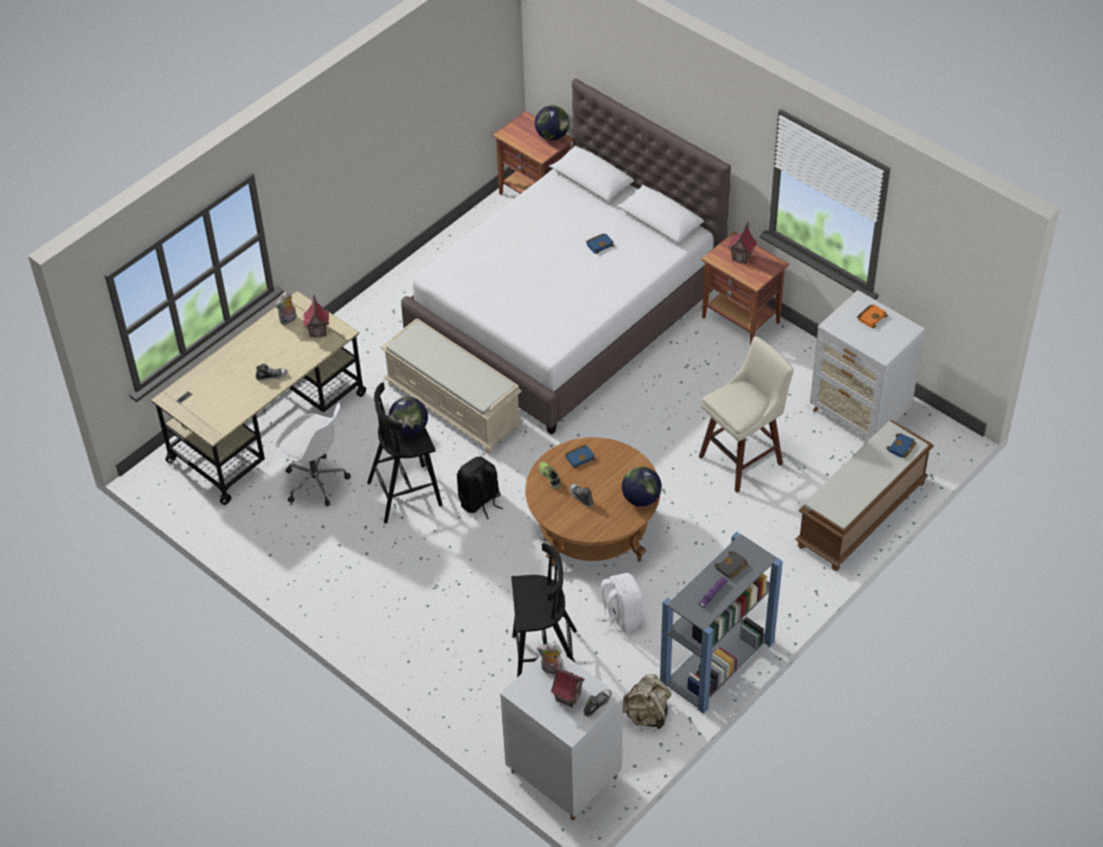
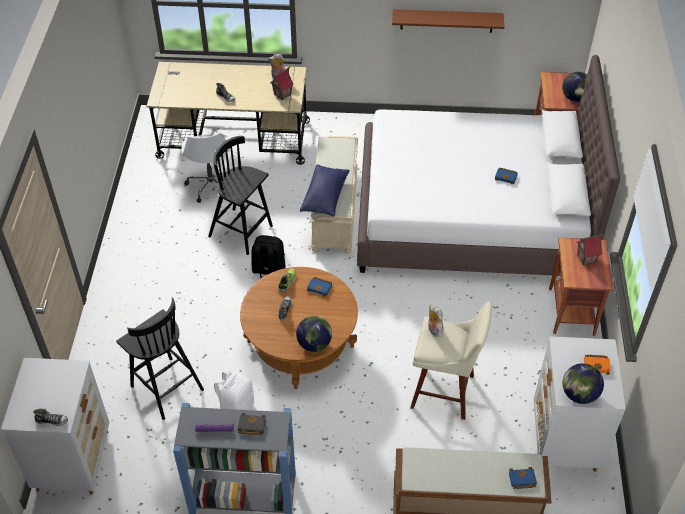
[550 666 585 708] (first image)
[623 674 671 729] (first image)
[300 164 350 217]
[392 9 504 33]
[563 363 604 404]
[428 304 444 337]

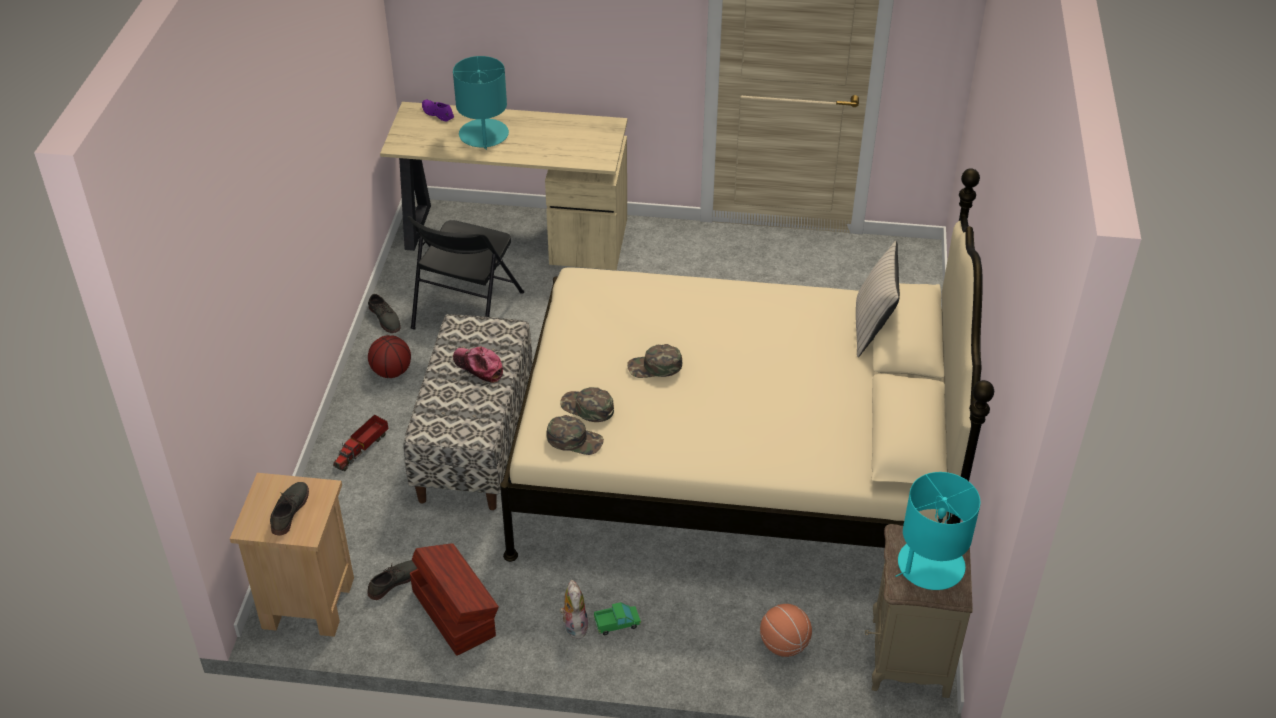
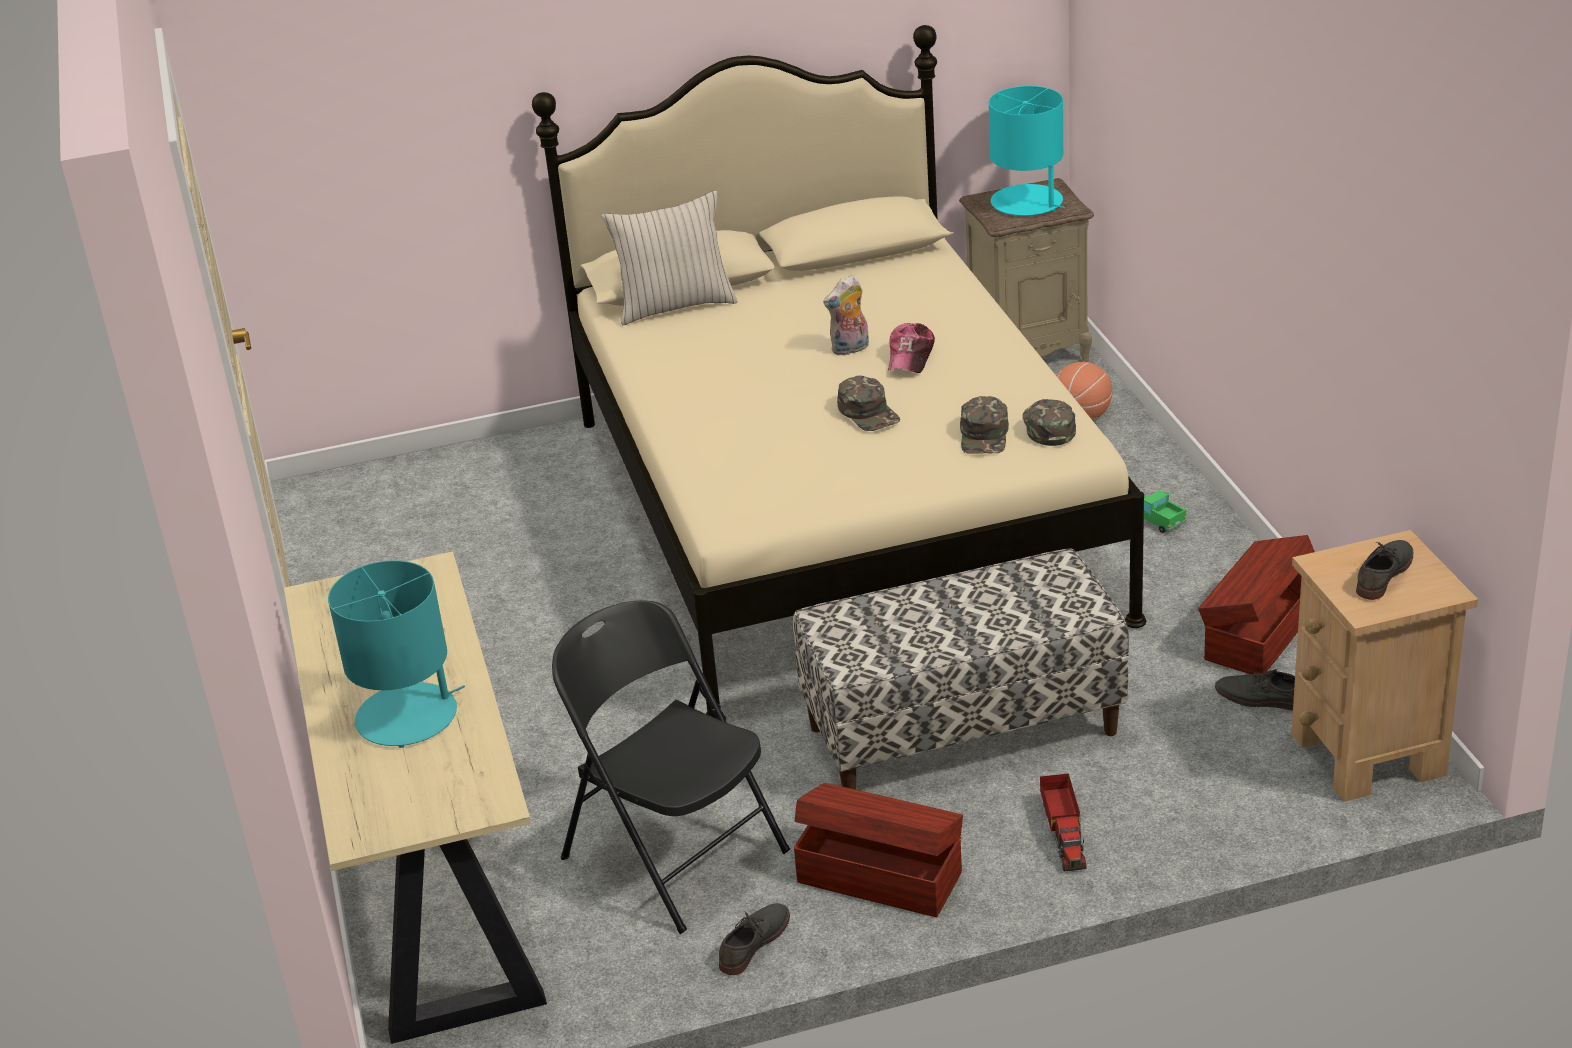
[422 100 454 122] (first image)
[888 323 935 373]
[823 275 869 355]
[793 783 963 917]
[1356 540 1413 600]
[1040 773 1086 871]
[552 601 790 935]

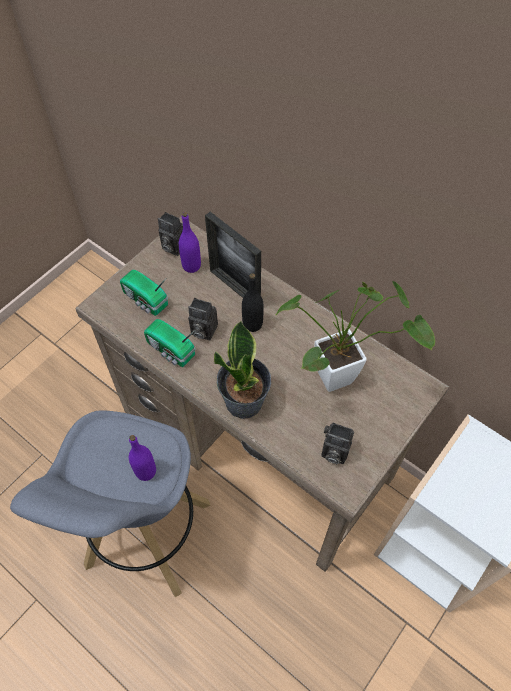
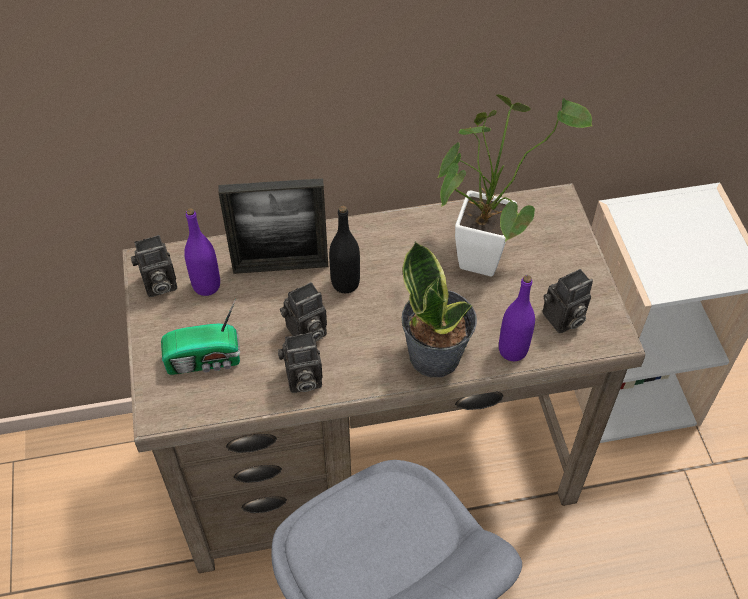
[499 275 535 361]
[278 332 323 393]

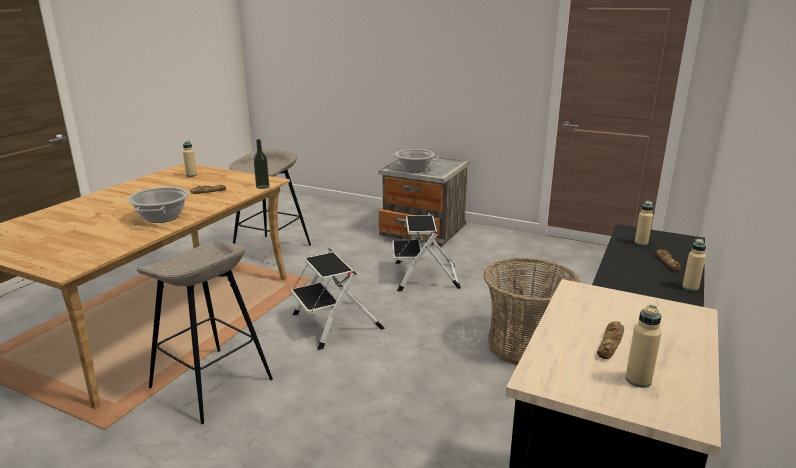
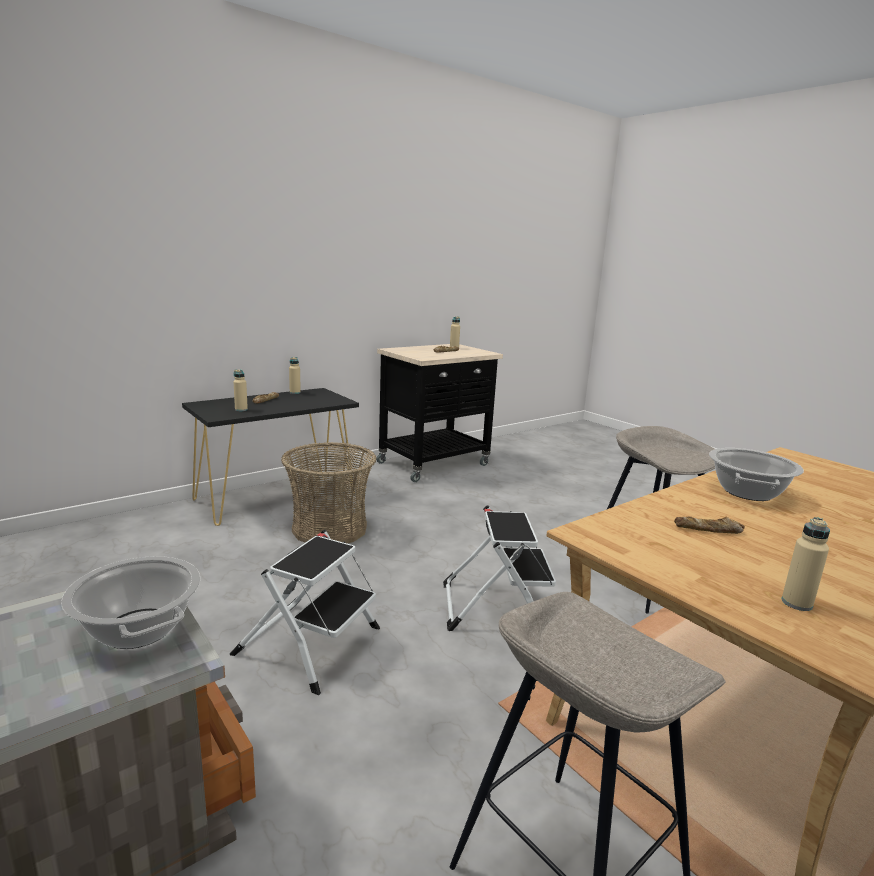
[253 139 270 189] (first image)

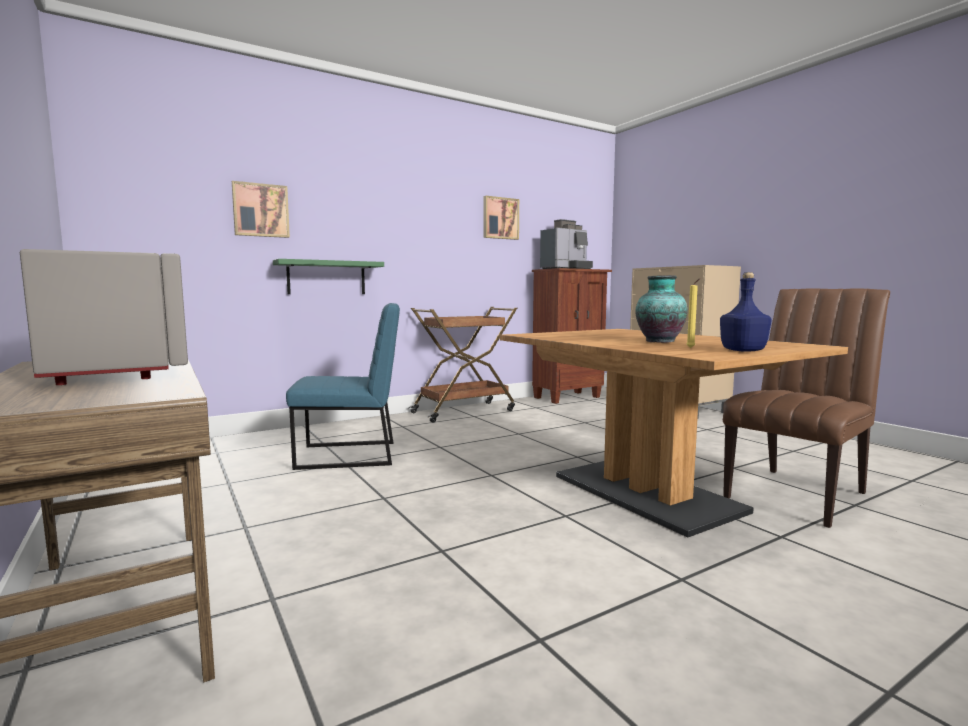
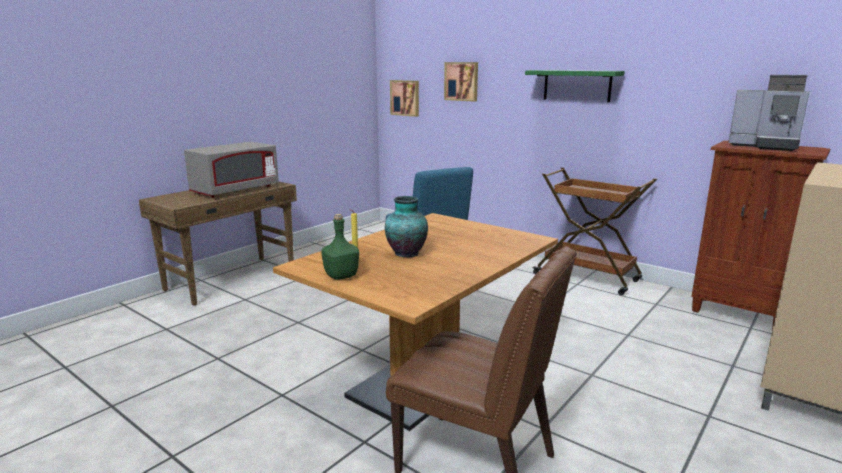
[525 70 625 102]
[390 80 419 117]
[321 214 359 279]

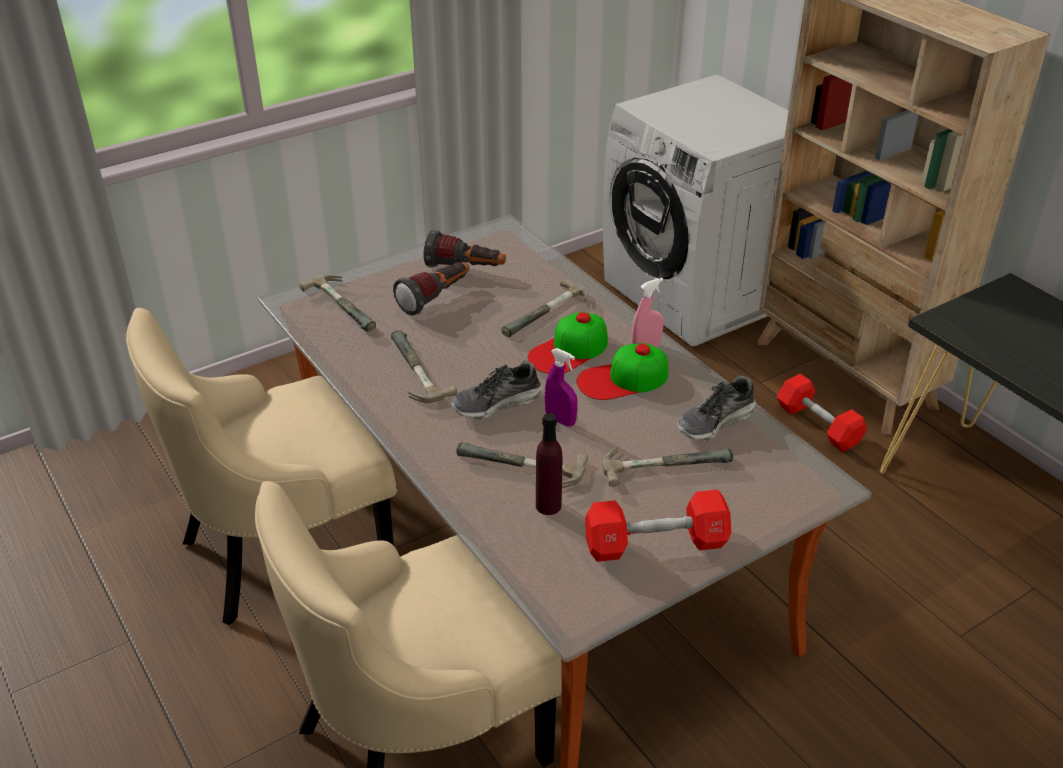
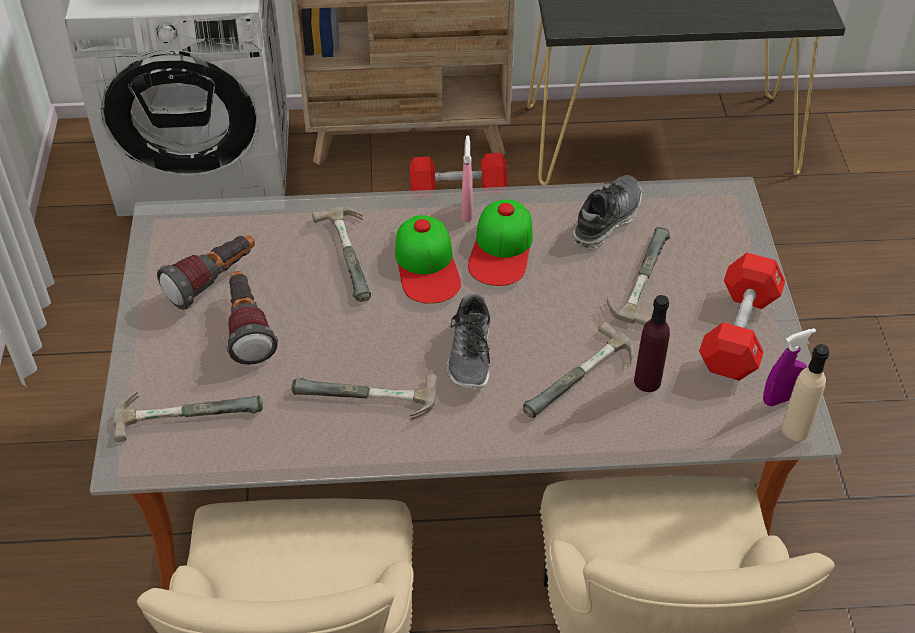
[781 344 829 441]
[763 328 816 406]
[573 175 642 249]

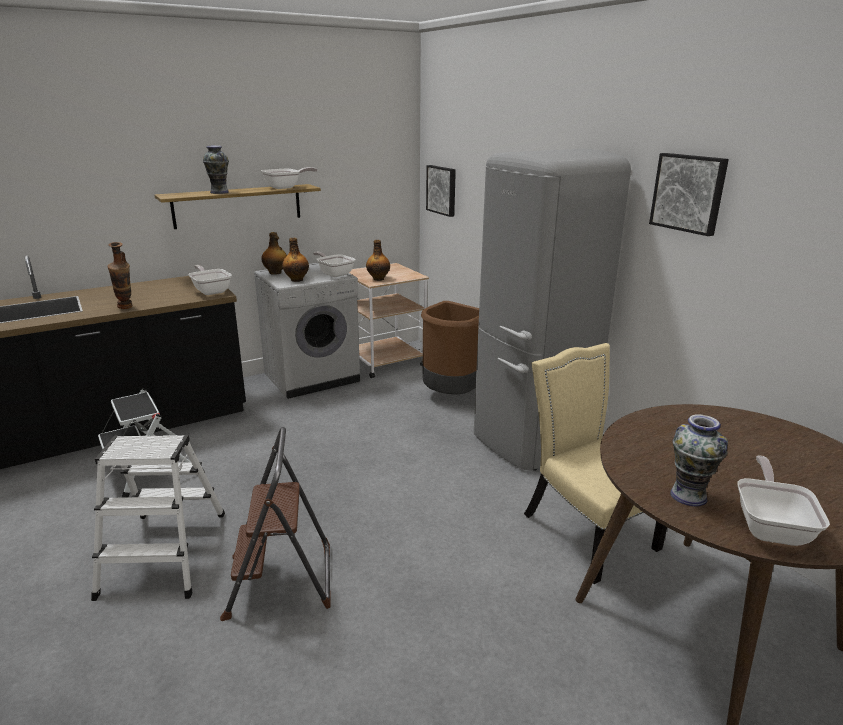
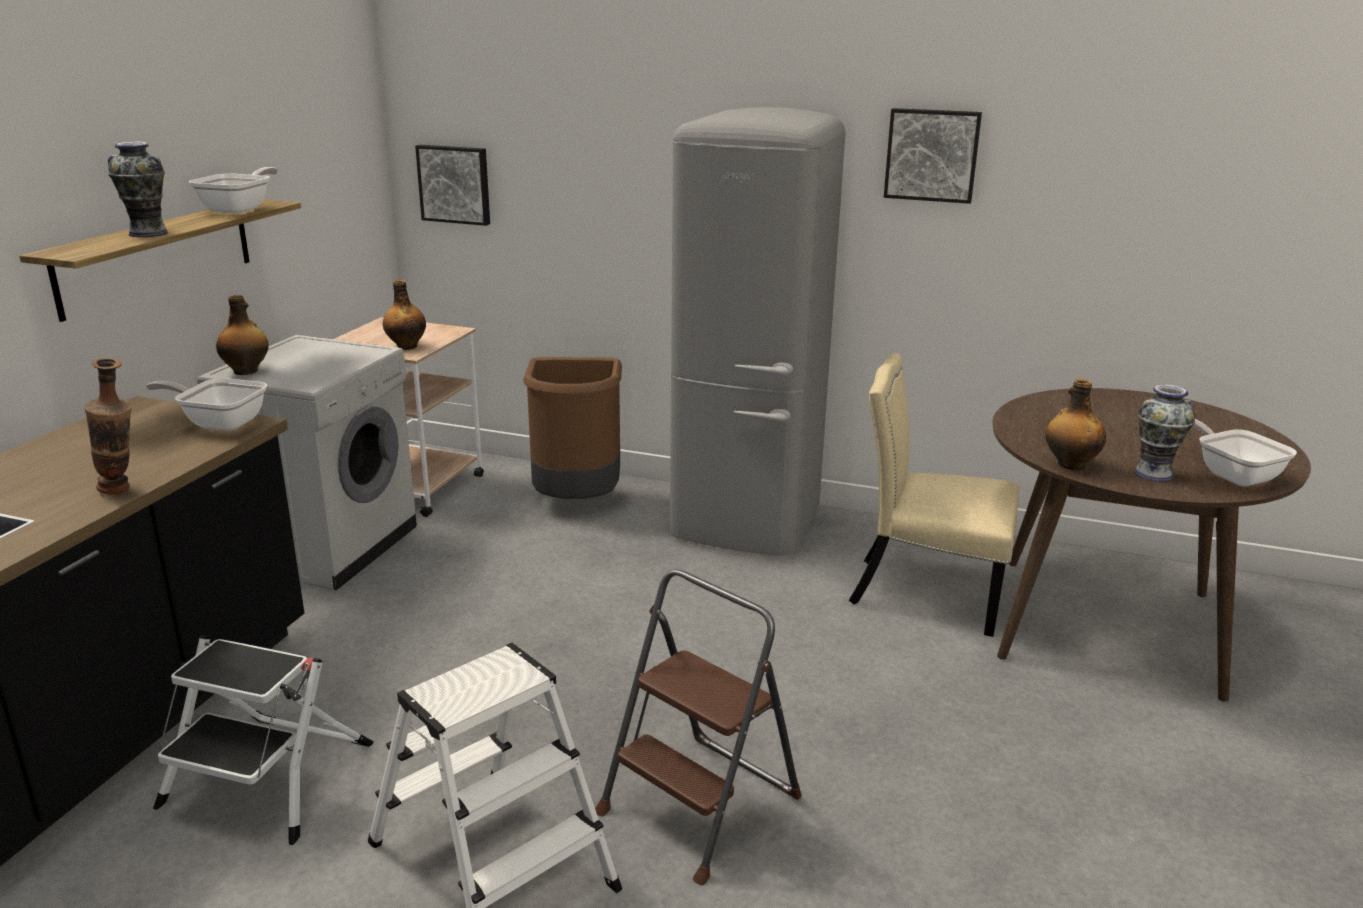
[313 252 356 277] (first image)
[1045 379 1106 470]

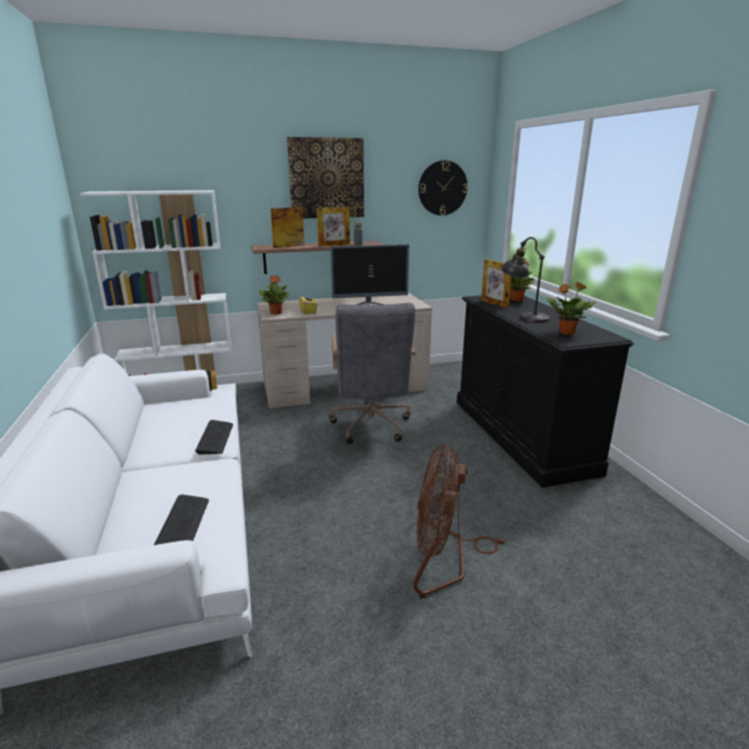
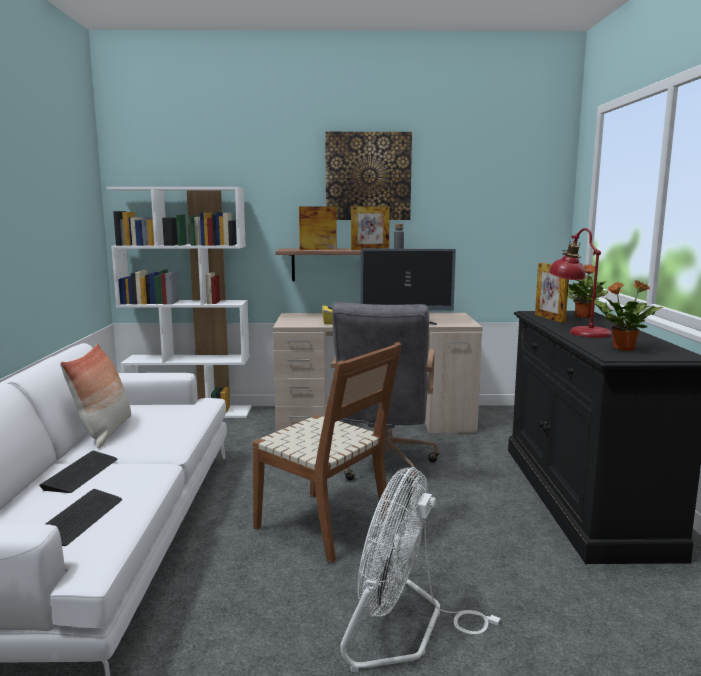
[258 275 290 314] (first image)
[418 160 468 215] (first image)
[60 344 131 448]
[253 342 402 563]
[39 451 117 493]
[340 467 502 673]
[549 228 612 338]

